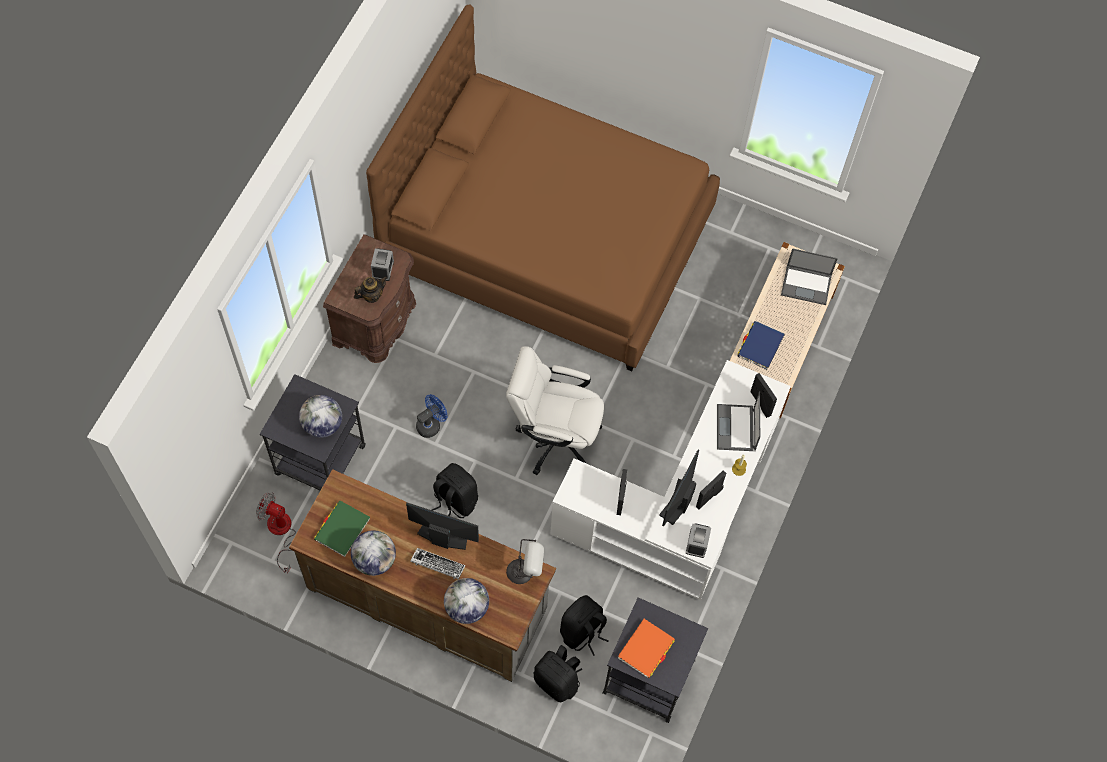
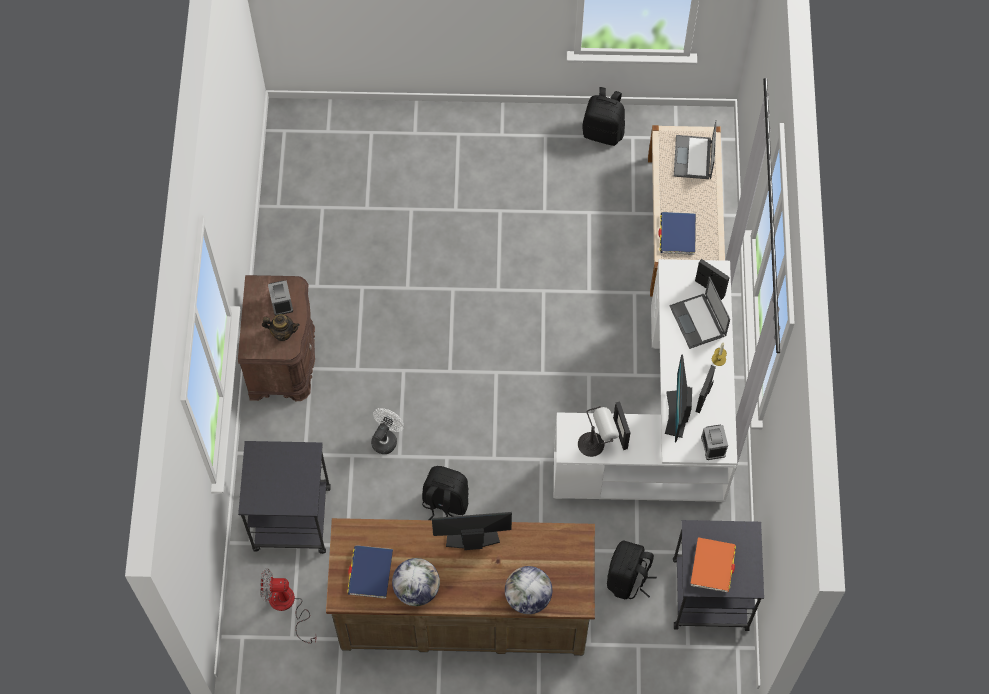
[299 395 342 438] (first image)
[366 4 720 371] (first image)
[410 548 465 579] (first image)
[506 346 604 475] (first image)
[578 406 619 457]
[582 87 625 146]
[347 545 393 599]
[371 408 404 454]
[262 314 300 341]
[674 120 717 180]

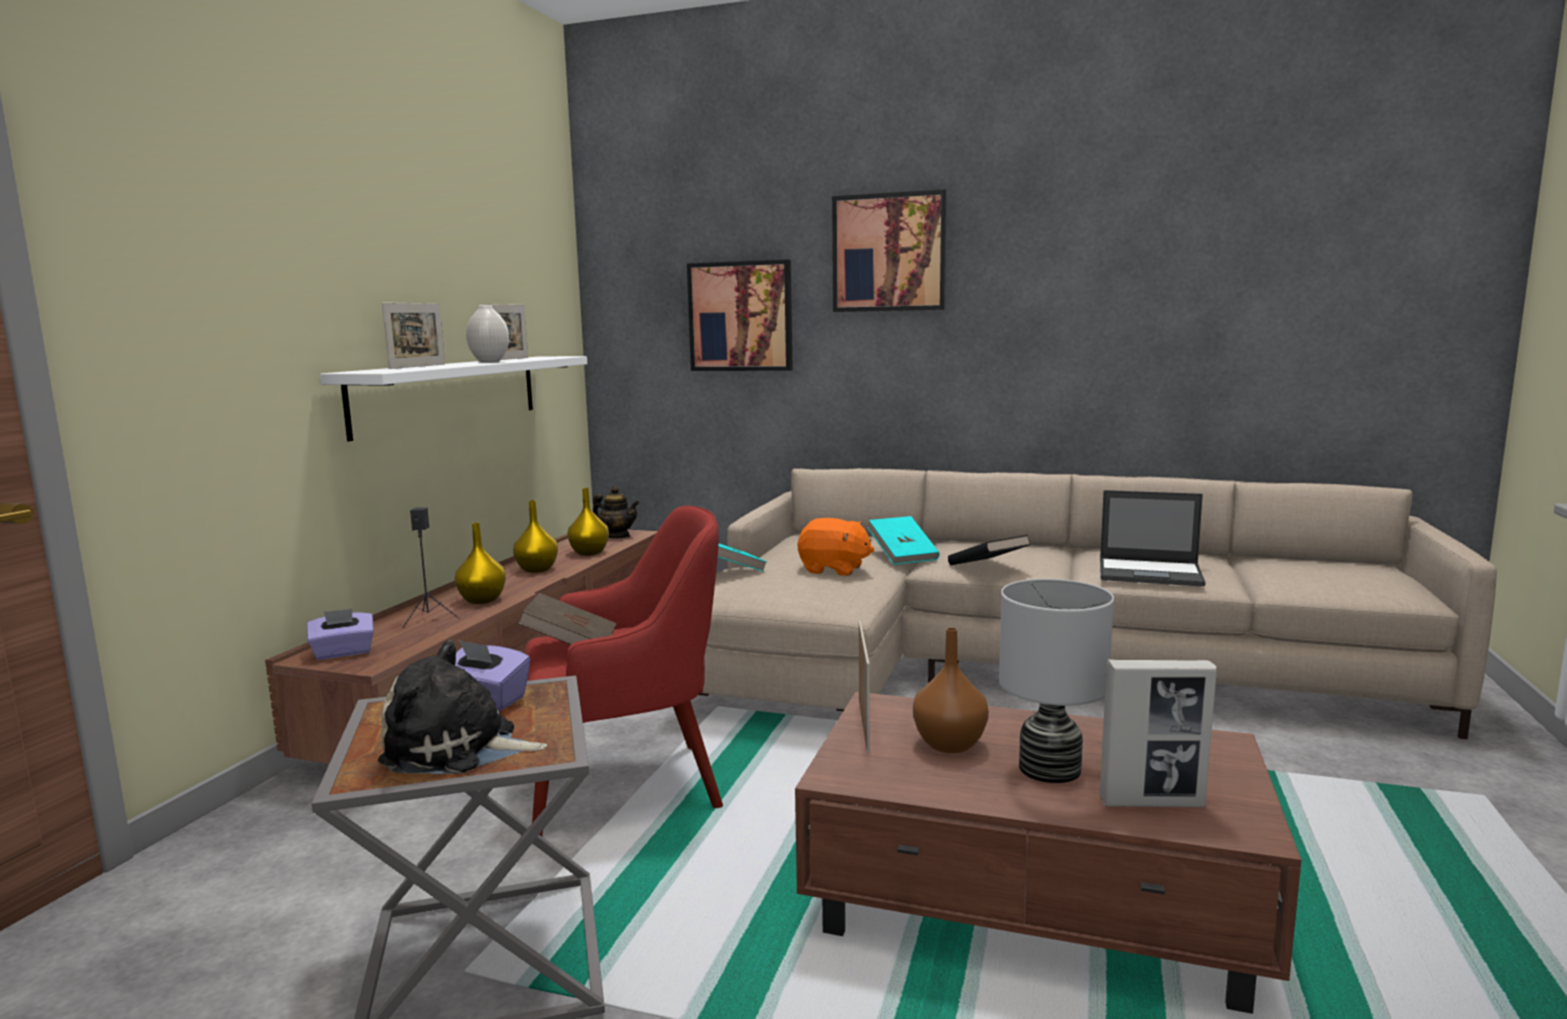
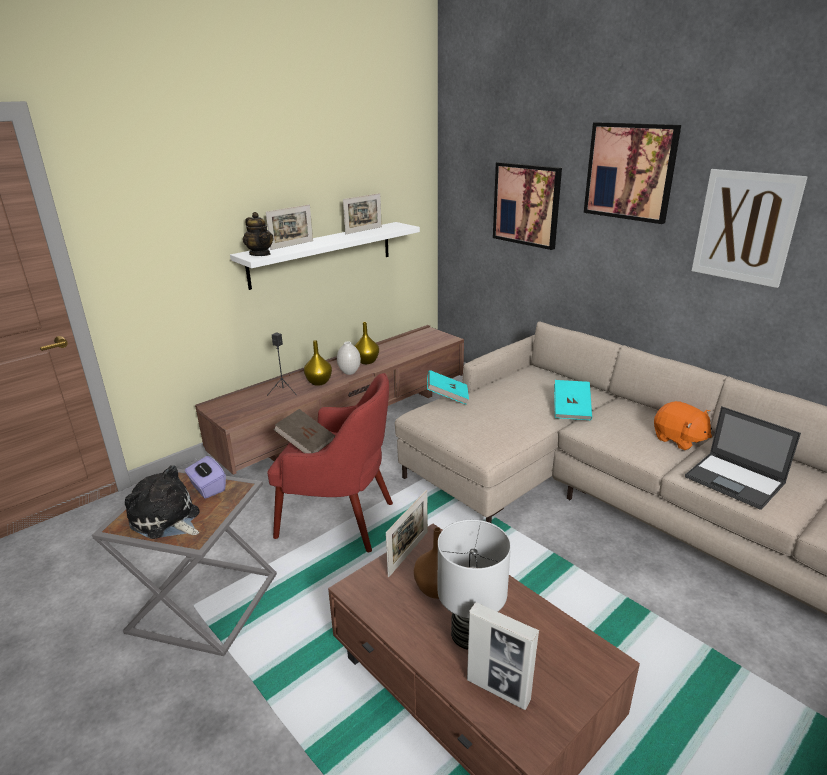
[307 609 374 660] (first image)
[567 488 609 556] (first image)
[948 535 1031 565] (first image)
[692 169 808 288]
[337 342 361 375]
[243 212 274 256]
[654 401 712 450]

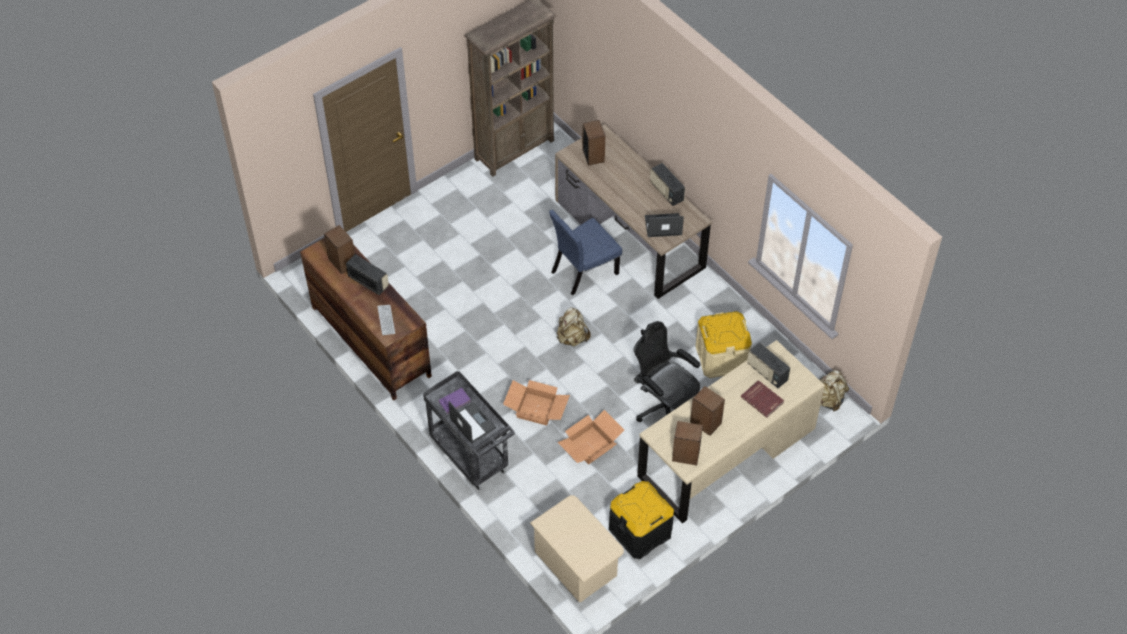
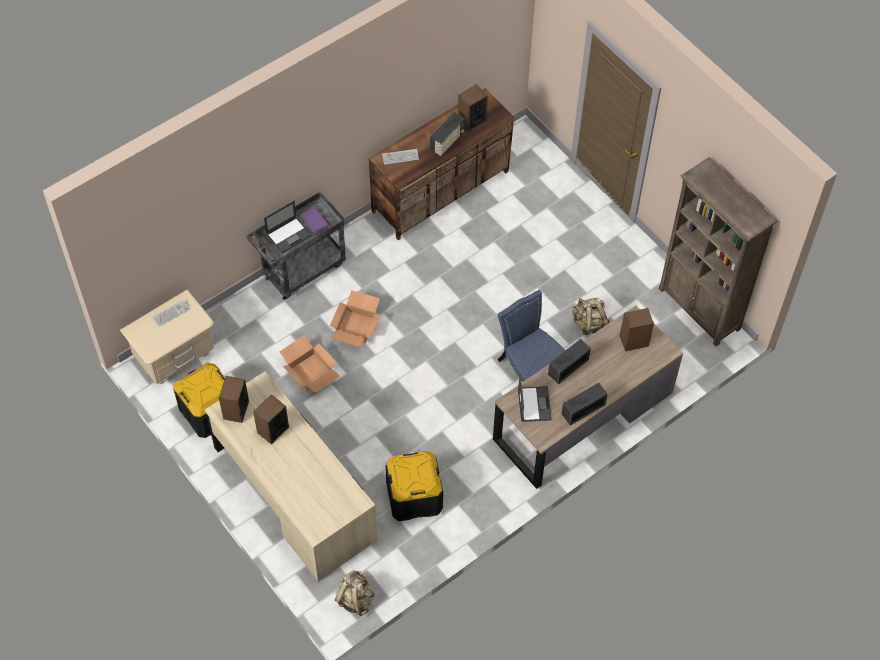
[634 321 700 422] (first image)
[741 380 784 418] (first image)
[152 299 191 327]
[572 298 610 335]
[548 339 591 384]
[386 451 443 521]

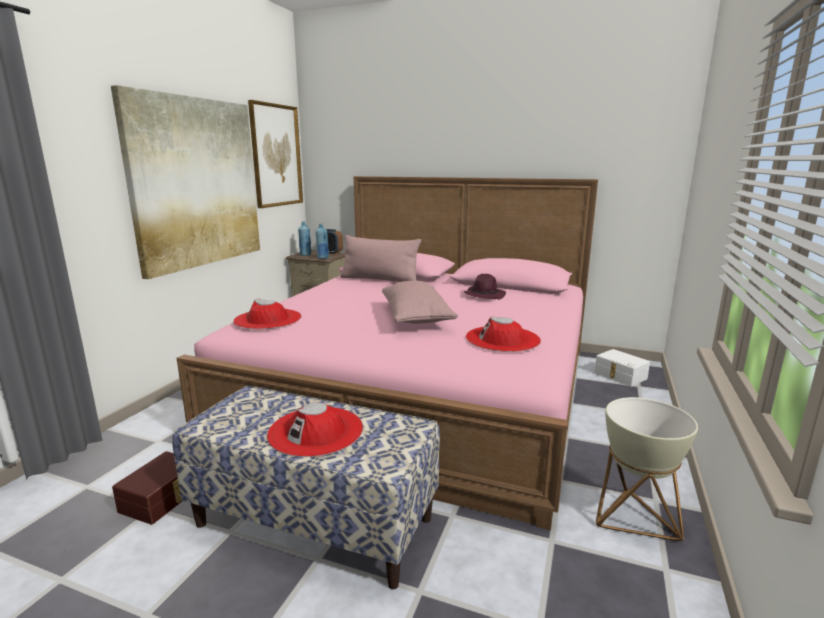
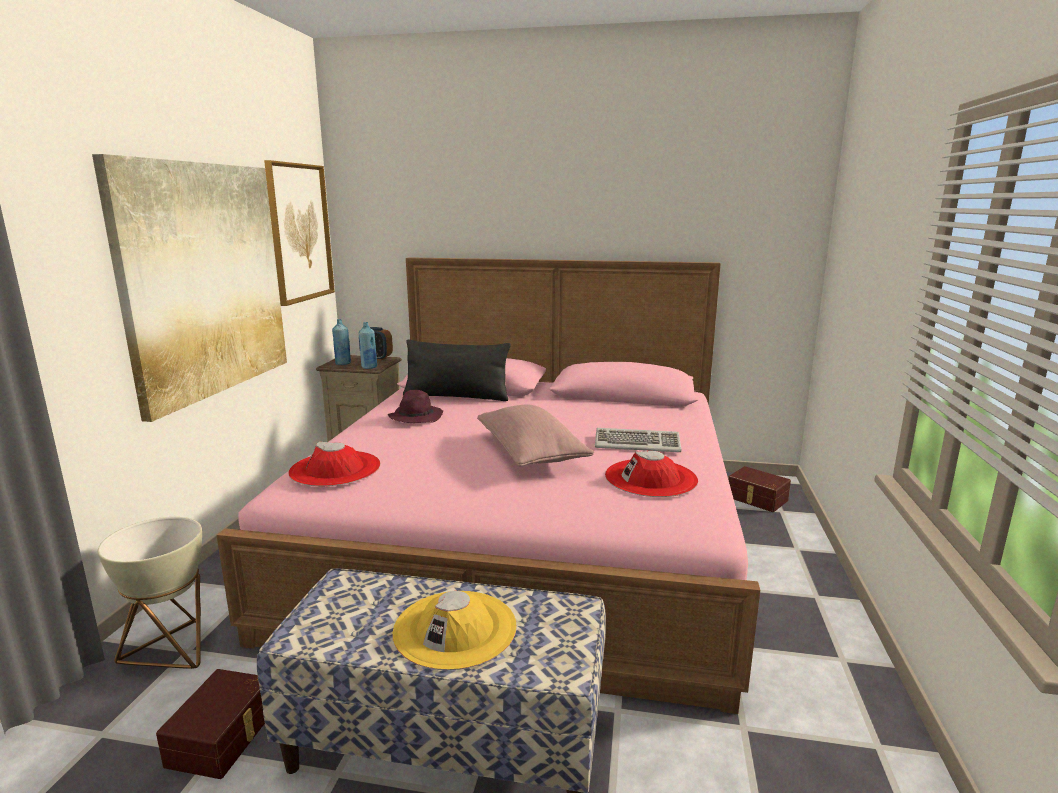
[595 428 682 452]
[388 390 443 423]
[98 517 202 669]
[392 591 517 670]
[403 339 511 401]
[728 466 791 512]

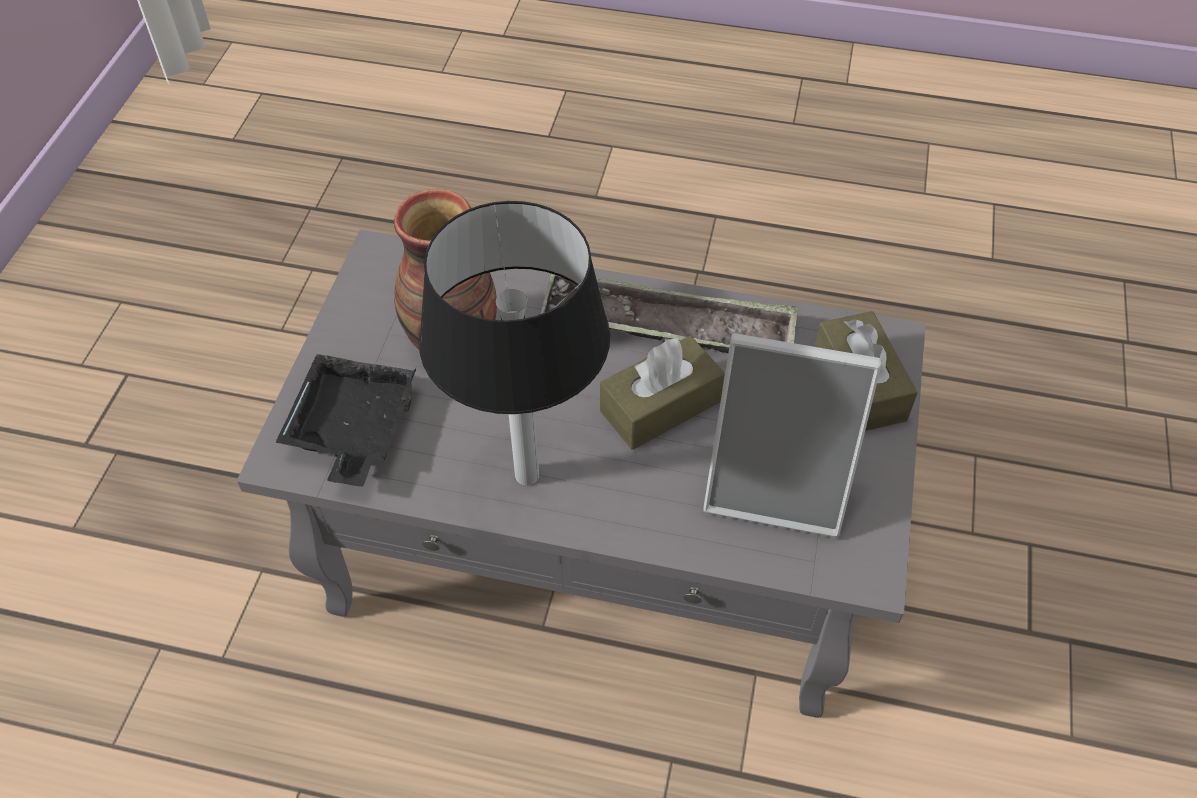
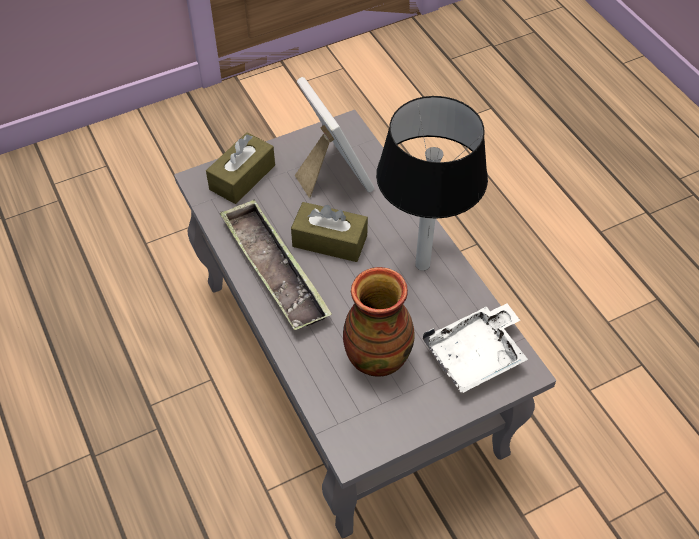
[423 303 528 394]

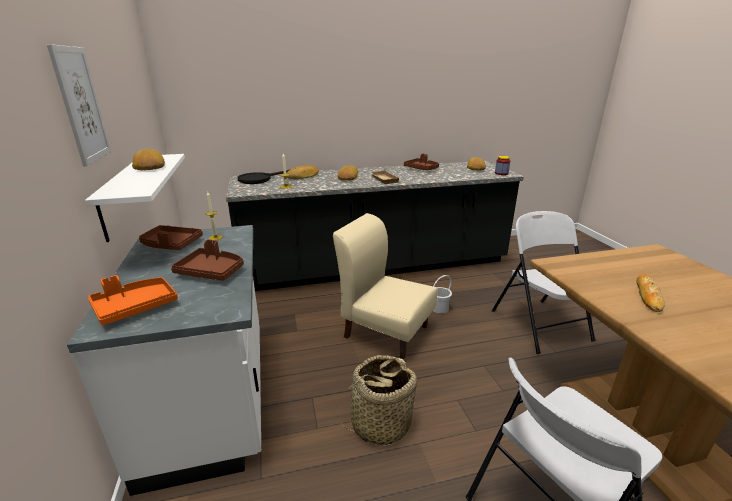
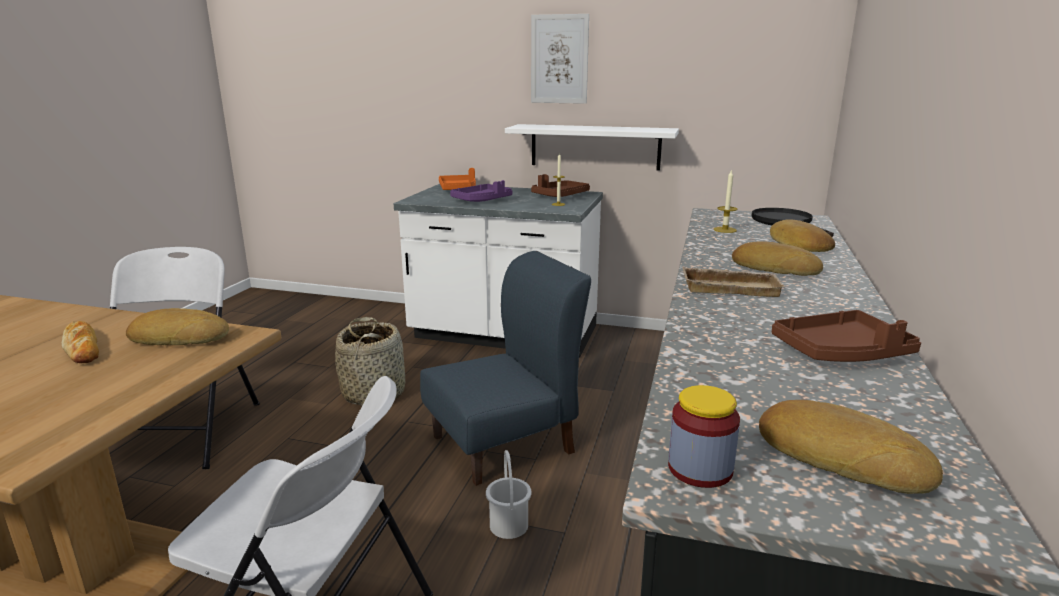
[126 308 229 345]
[450 180 512 202]
[420 251 591 486]

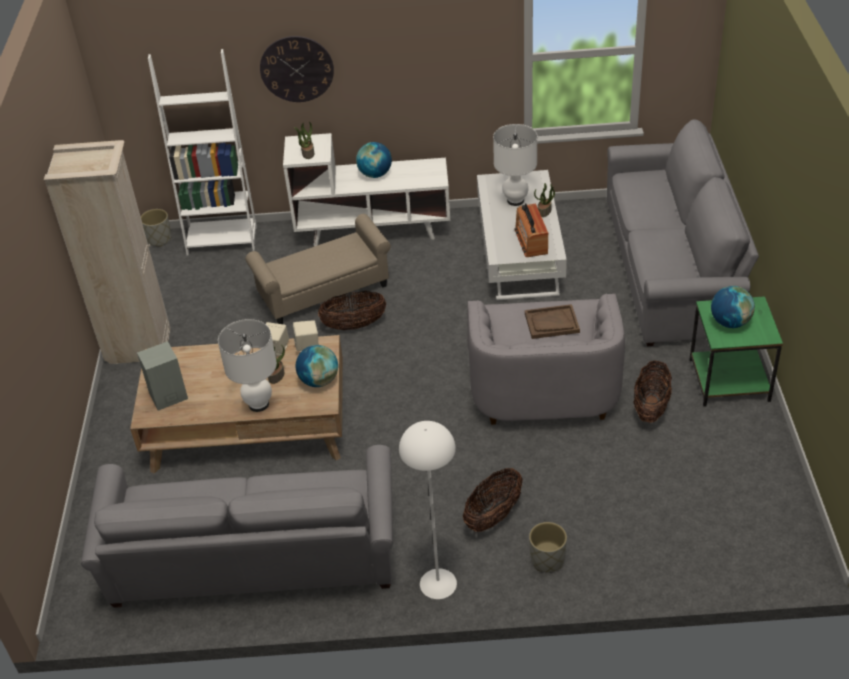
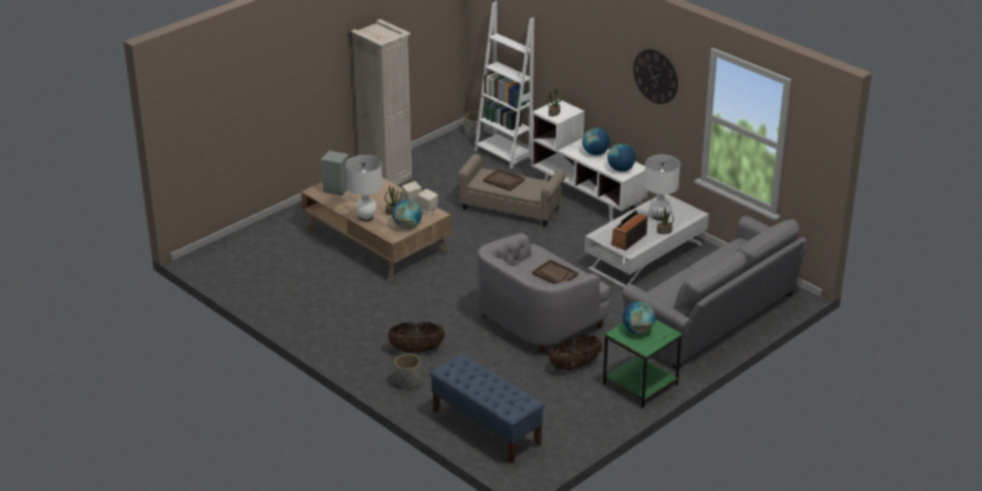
[81 445 393 608] (first image)
[318 291 386 330] (first image)
[399 421 457 599] (first image)
[430 354 545 463]
[483 169 525 191]
[607 143 636 172]
[633 49 678 104]

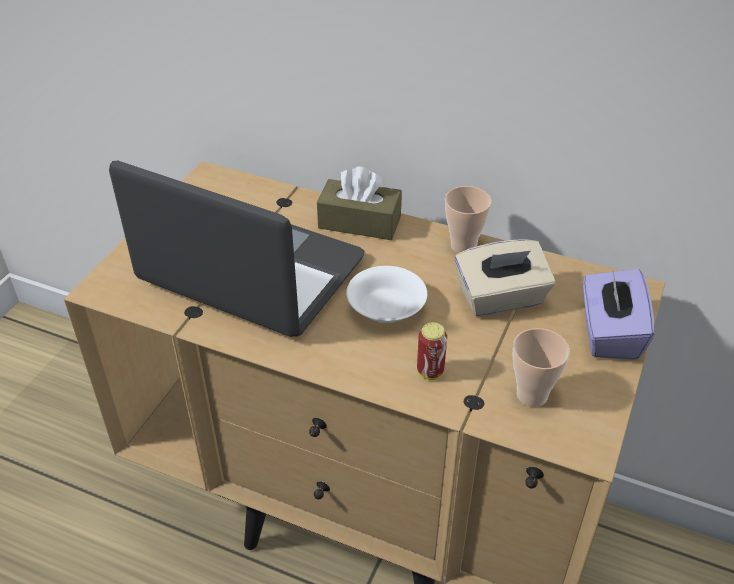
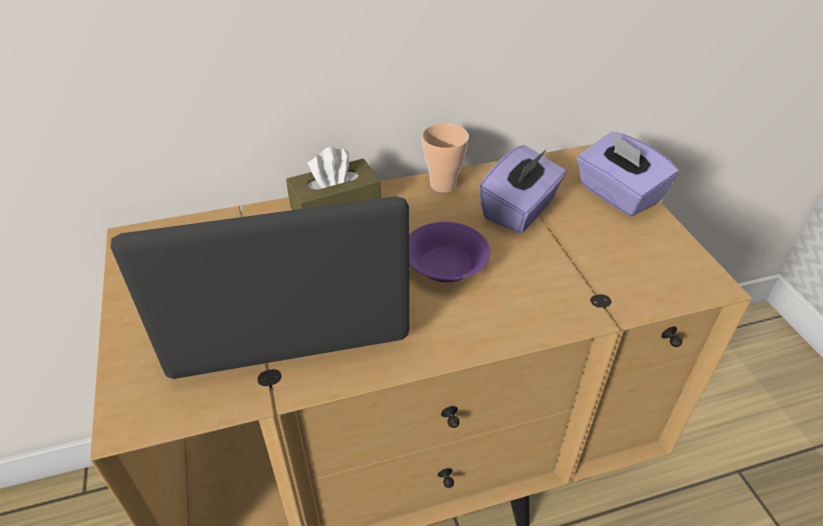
[417 322 447 380] (first image)
[512 328 570 407] (first image)
[409 222 490 282]
[479 145 566 233]

